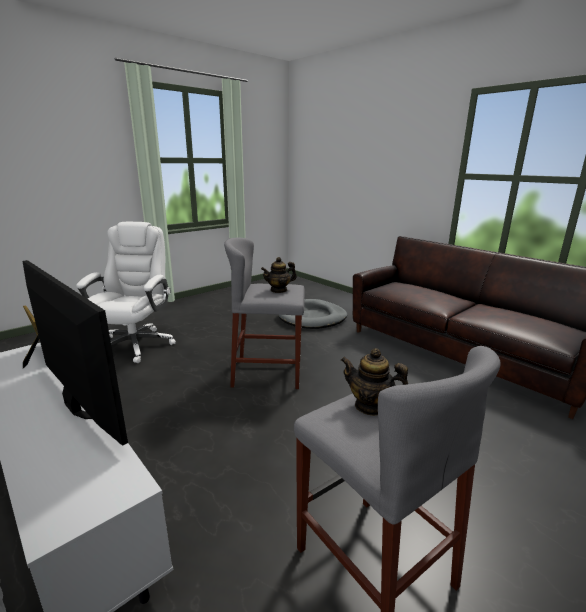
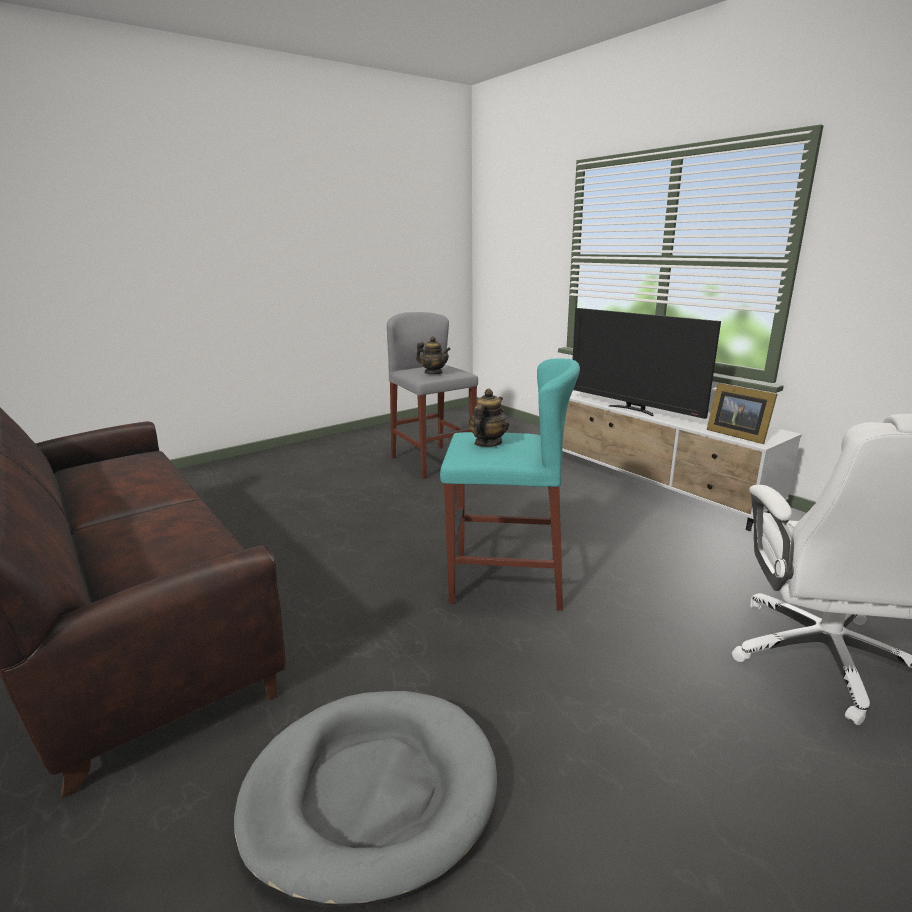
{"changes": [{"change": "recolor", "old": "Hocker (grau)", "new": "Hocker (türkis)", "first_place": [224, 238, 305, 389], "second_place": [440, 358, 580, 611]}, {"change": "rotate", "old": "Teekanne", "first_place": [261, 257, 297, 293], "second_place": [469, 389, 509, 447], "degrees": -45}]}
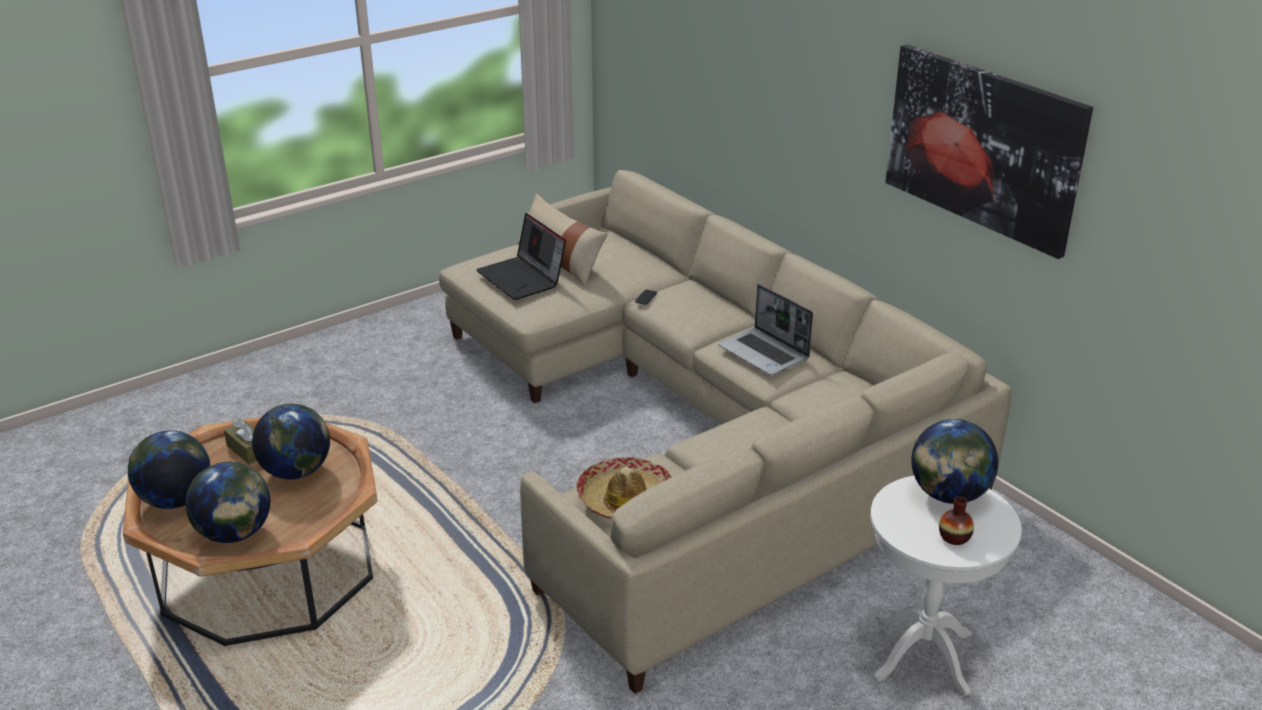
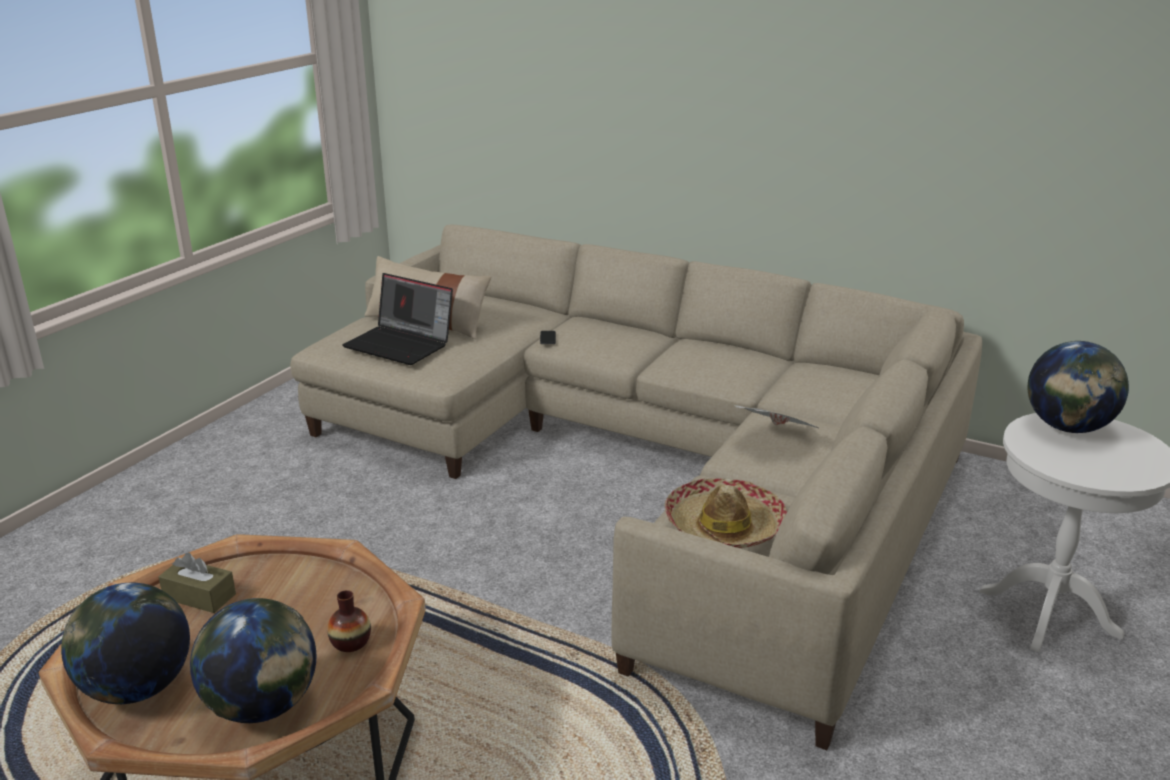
{"changes": [{"change": "move", "old": "Vase", "first_place": [939, 497, 974, 545], "second_place": [327, 590, 371, 652]}, {"change": "insert", "new": "Zeitung", "second_place": [734, 405, 820, 429]}, {"change": "delete", "old": "Globus", "first_place": [252, 404, 330, 480]}, {"change": "delete", "old": "Laptop", "first_place": [718, 284, 813, 375]}, {"change": "delete", "old": "Bild", "first_place": [885, 44, 1093, 259]}]}
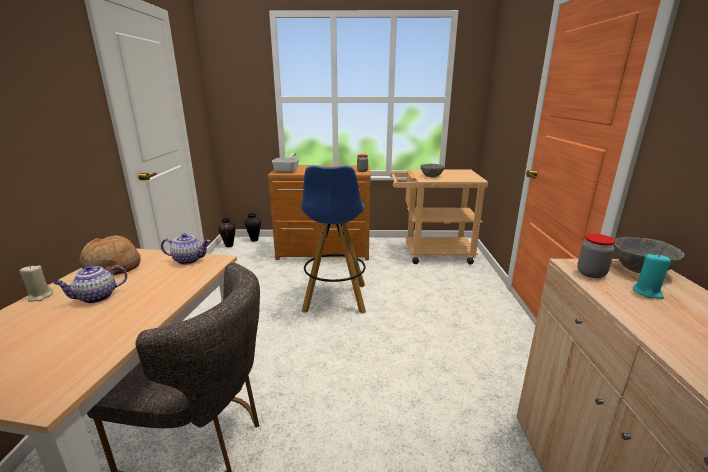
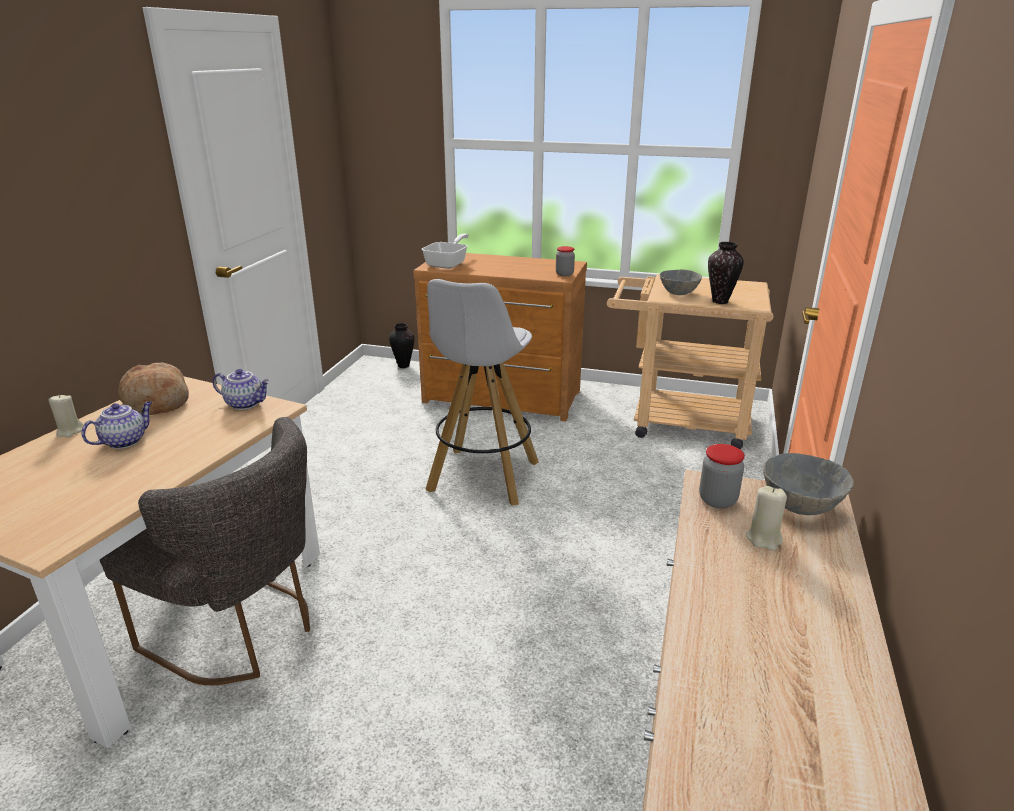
{"changes": [{"change": "rotate", "old": "Teekanne", "first_place": [53, 265, 127, 303], "second_place": [81, 401, 152, 449], "degrees": 150}, {"change": "recolor", "old": "Hocker (blau)", "new": "Hocker (weiß)", "first_place": [301, 165, 366, 313], "second_place": [425, 279, 539, 506]}, {"change": "move", "old": "Vase", "first_place": [218, 218, 236, 247], "second_place": [708, 242, 744, 304]}, {"change": "recolor", "old": "Kerze (türkis)", "new": "Kerze (beige)", "first_place": [633, 253, 671, 299], "second_place": [746, 486, 787, 551]}]}
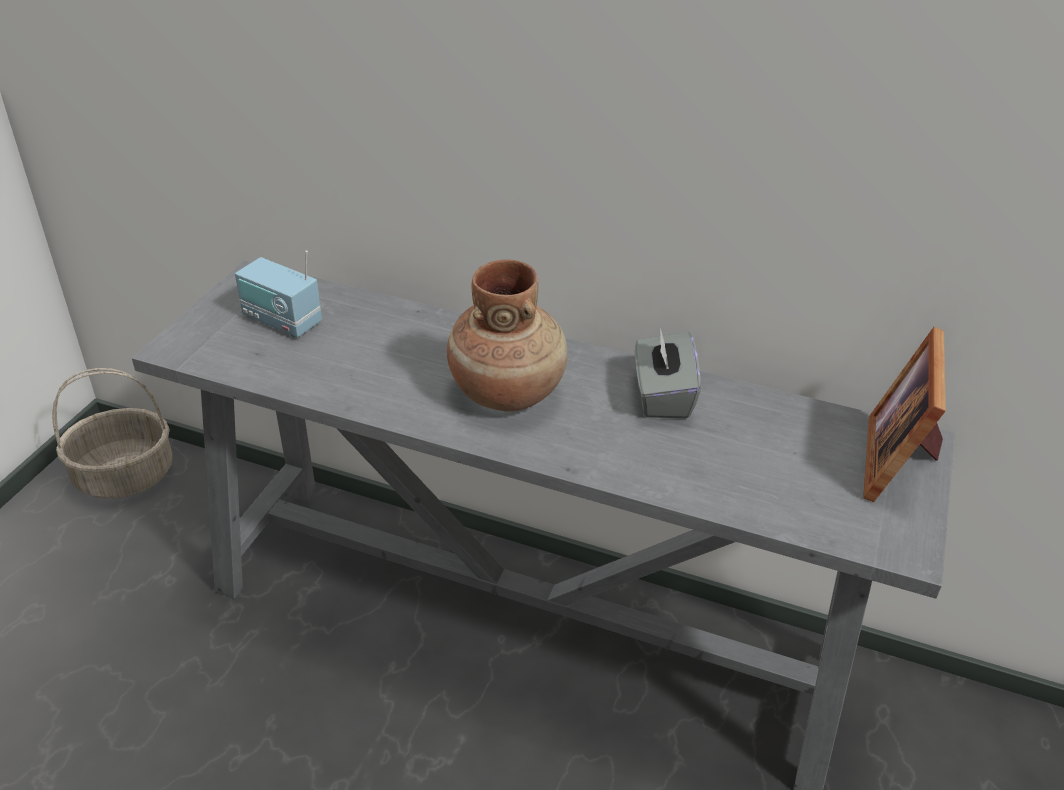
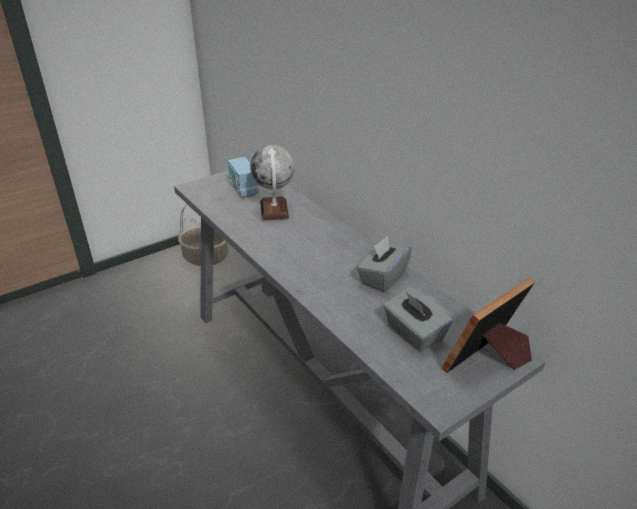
{"changes": [{"change": "insert", "new": "Globus", "second_place": [250, 145, 294, 221]}, {"change": "insert", "new": "Taschentuchbox (grau)", "second_place": [383, 286, 453, 351]}, {"change": "delete", "old": "Vase (braun)", "first_place": [447, 259, 568, 411]}]}
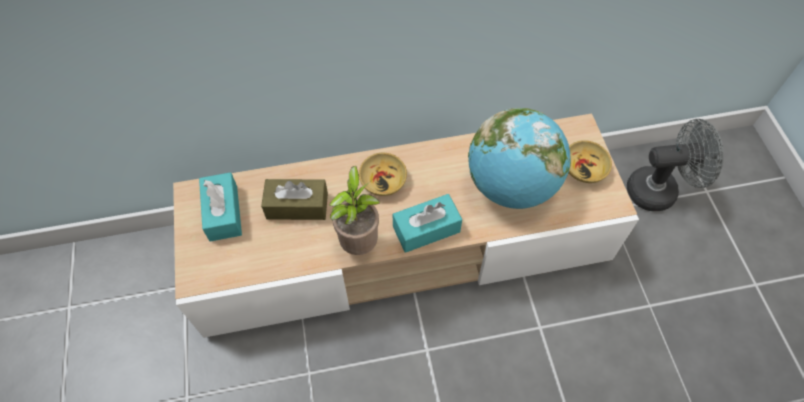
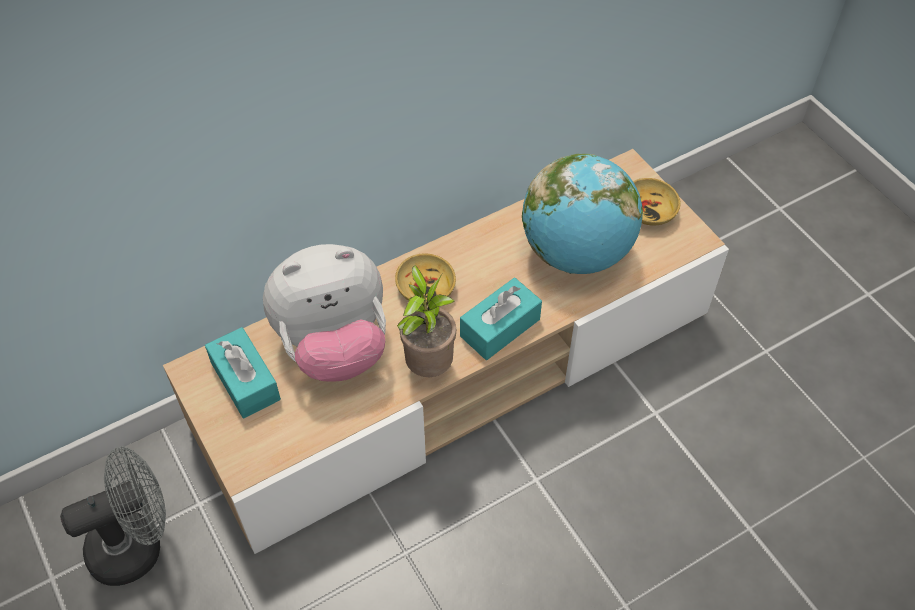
{"changes": [{"change": "move", "old": "Ventilator (grau)", "first_place": [627, 119, 724, 211], "second_place": [60, 447, 166, 586]}, {"change": "replace", "old": "Taschentuchbox (braun)", "new": "Plüschtier", "first_place": [261, 179, 328, 220], "second_place": [263, 244, 386, 382]}]}
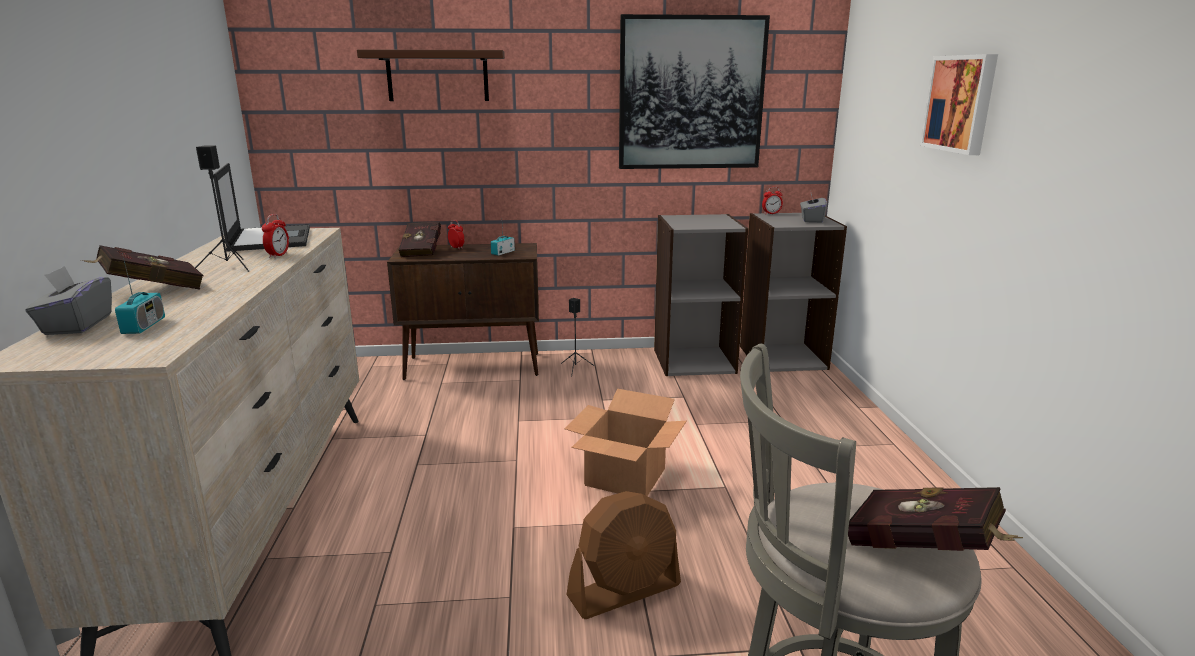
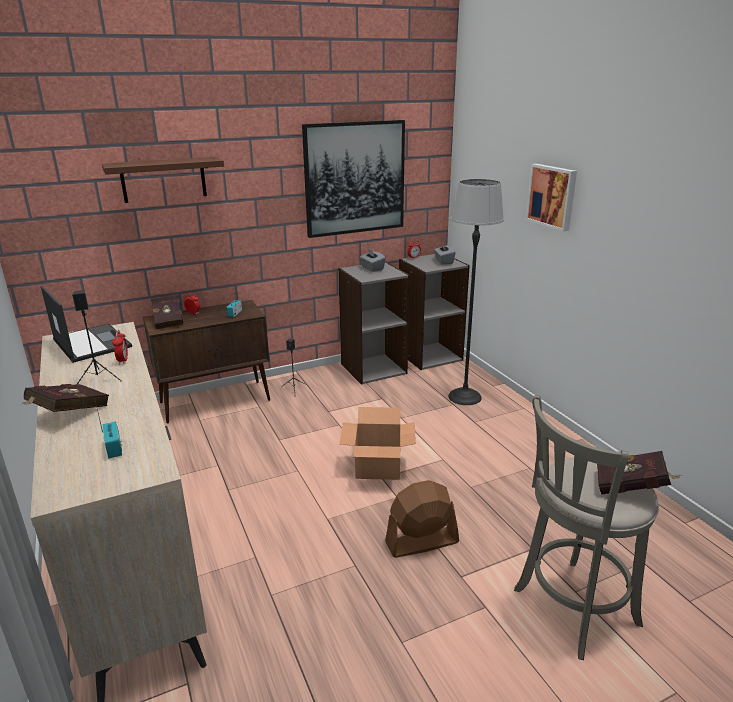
{"changes": [{"change": "move", "old": "Taschentuchbox (grau)", "first_place": [25, 266, 112, 335], "second_place": [360, 249, 386, 272]}, {"change": "rotate", "old": "Ventilator (braun)", "first_place": [566, 491, 681, 619], "second_place": [385, 480, 459, 558], "degrees": -150}, {"change": "insert", "new": "Stehlampe", "second_place": [448, 179, 504, 405]}]}
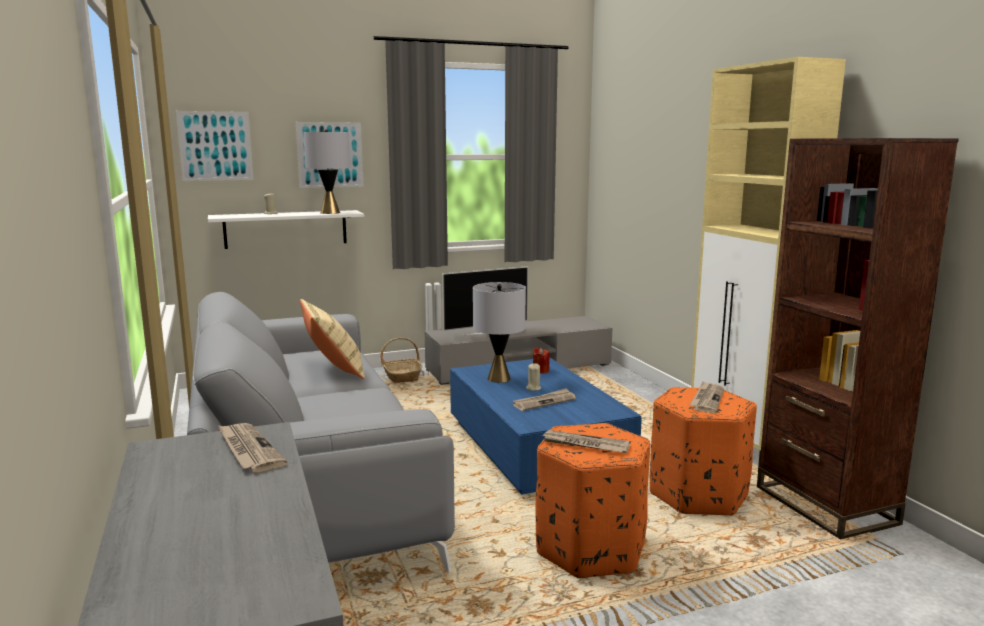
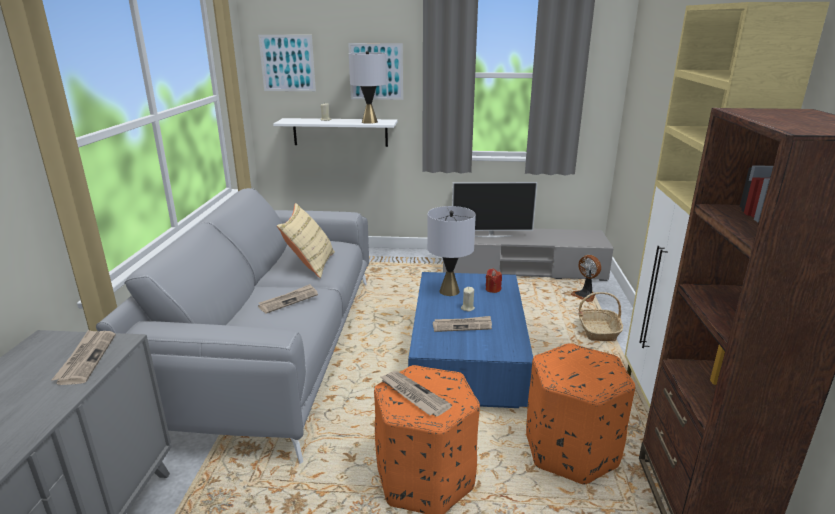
{"changes": [{"change": "move", "old": "Zeitung", "first_place": [690, 381, 724, 413], "second_place": [258, 284, 318, 314]}, {"change": "insert", "new": "Ventilator", "second_place": [571, 255, 601, 302]}, {"change": "move", "old": "Korb", "first_place": [380, 338, 422, 383], "second_place": [579, 292, 623, 341]}]}
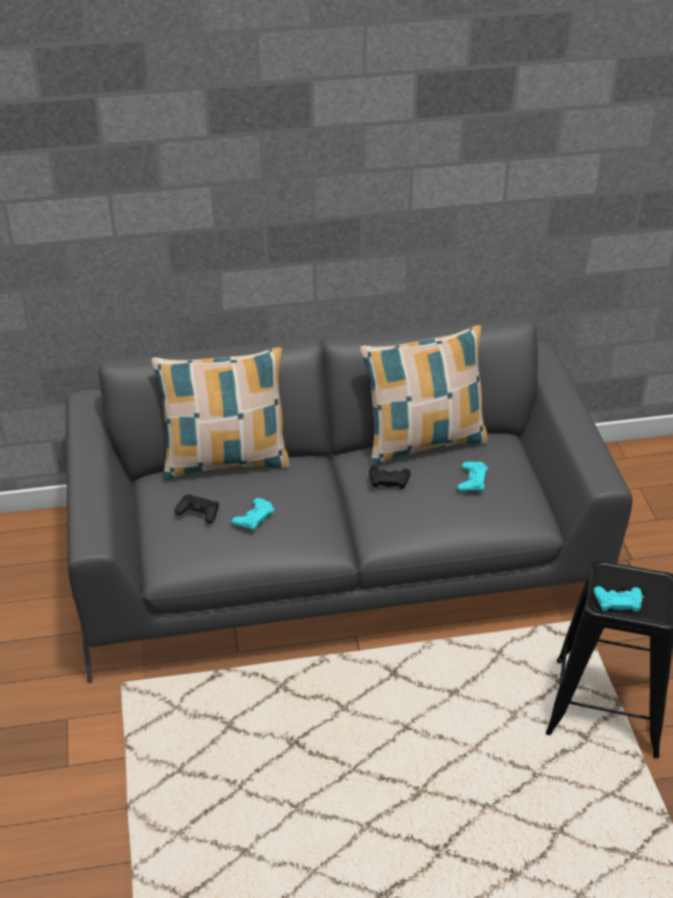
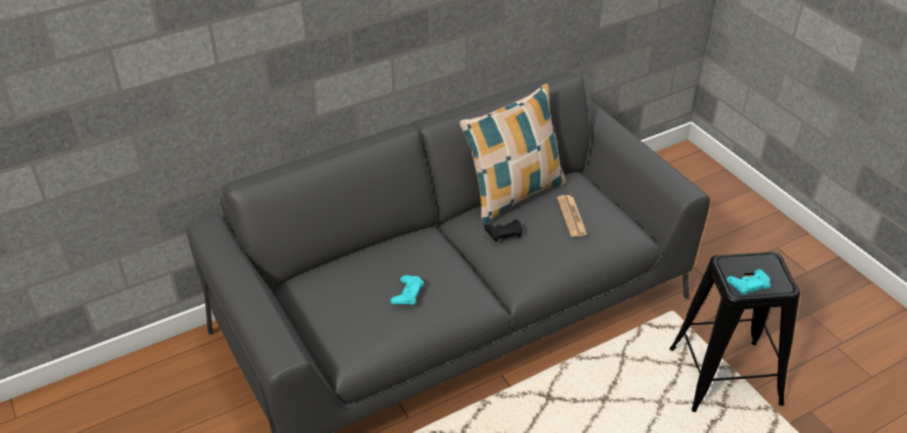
{"changes": [{"change": "replace", "old": "Gamepad (türkis)", "new": "Zeitung", "first_place": [457, 462, 488, 491], "second_place": [557, 195, 587, 237]}, {"change": "delete", "old": "Kissen", "first_place": [151, 347, 289, 480]}, {"change": "delete", "old": "Gamepad (schwarz)", "first_place": [174, 494, 219, 524]}]}
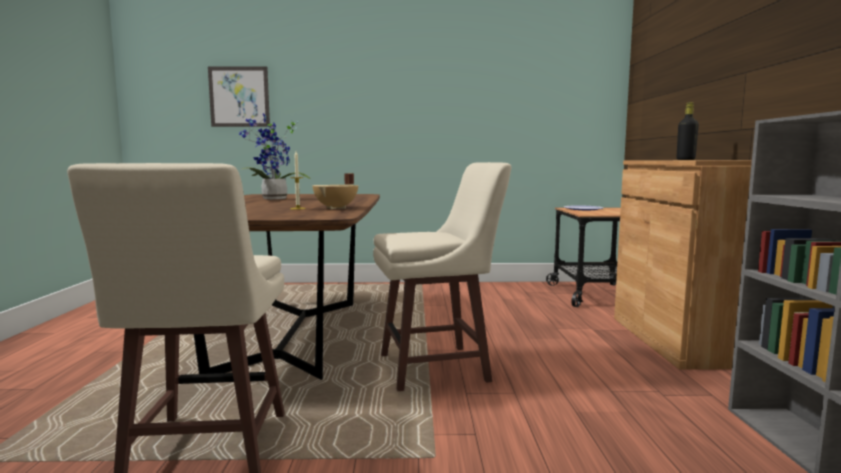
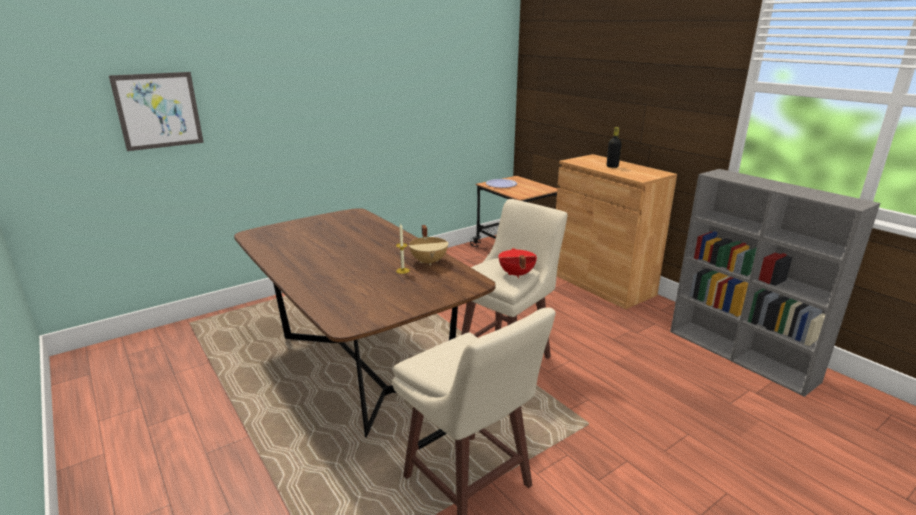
{"changes": [{"change": "insert", "new": "Kochtopf (rot)", "second_place": [498, 248, 537, 278]}, {"change": "delete", "old": "Topfpflanze", "first_place": [239, 113, 311, 199]}]}
